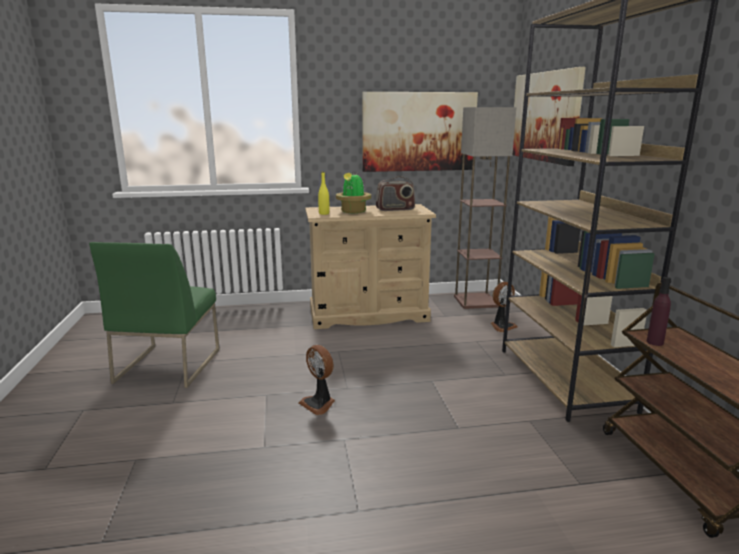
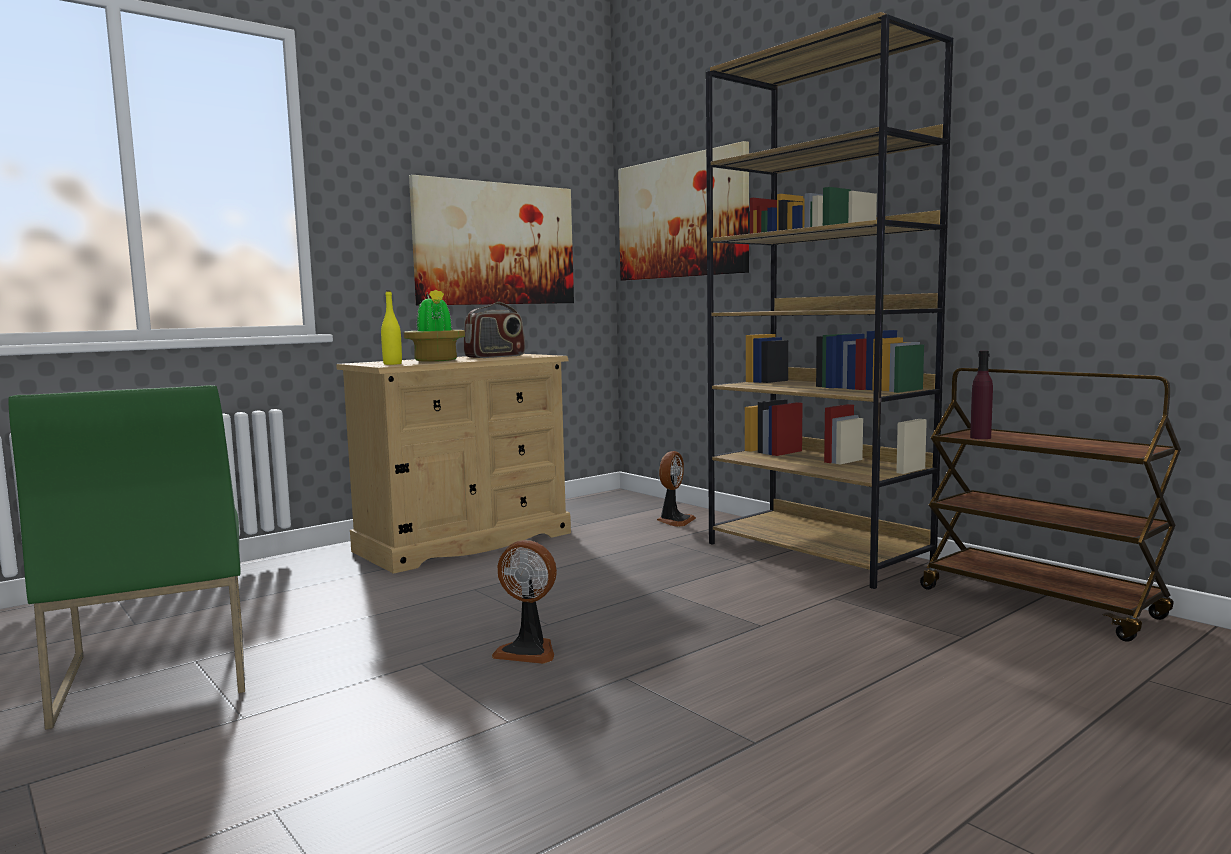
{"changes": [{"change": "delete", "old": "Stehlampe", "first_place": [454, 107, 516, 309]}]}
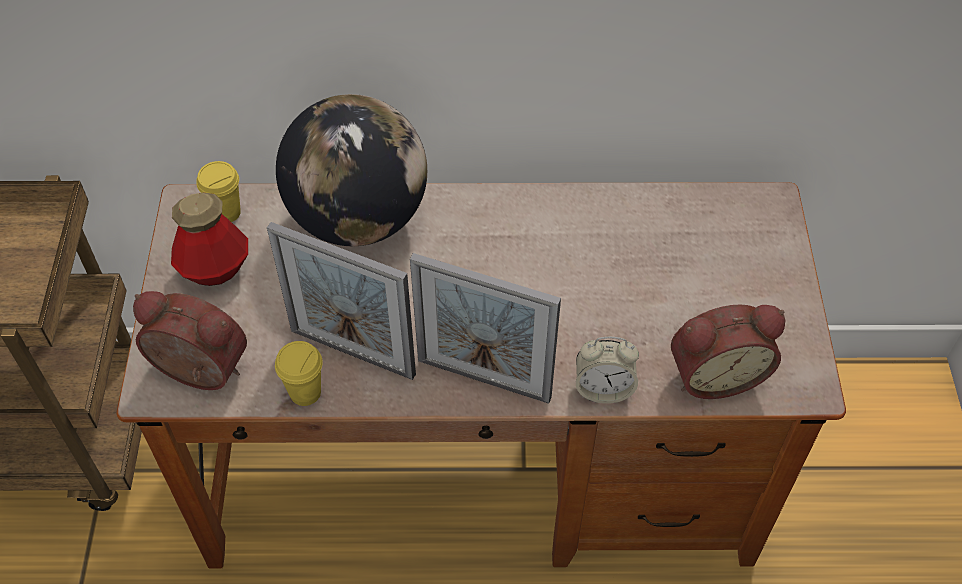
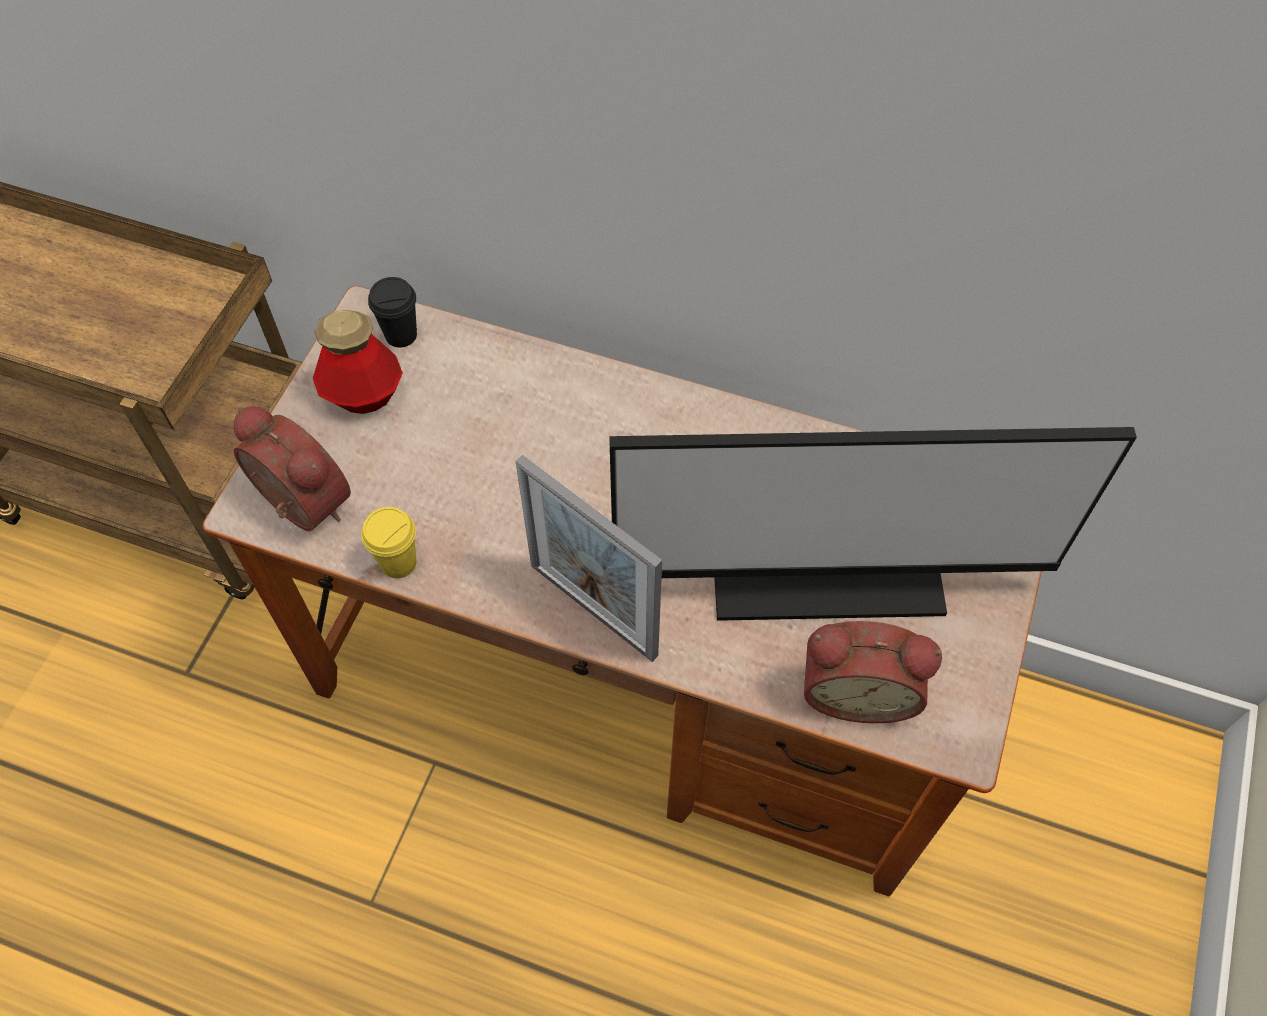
{"changes": [{"change": "recolor", "old": "Tasse (gelb)", "new": "Tasse (schwarz)", "first_place": [196, 161, 241, 222], "second_place": [368, 277, 417, 348]}, {"change": "insert", "new": "Monitor", "second_place": [609, 427, 1137, 621]}, {"change": "delete", "old": "Bilderrahmen", "first_place": [267, 222, 416, 380]}, {"change": "delete", "old": "Globus", "first_place": [276, 94, 427, 246]}, {"change": "delete", "old": "Wecker", "first_place": [576, 337, 639, 404]}]}
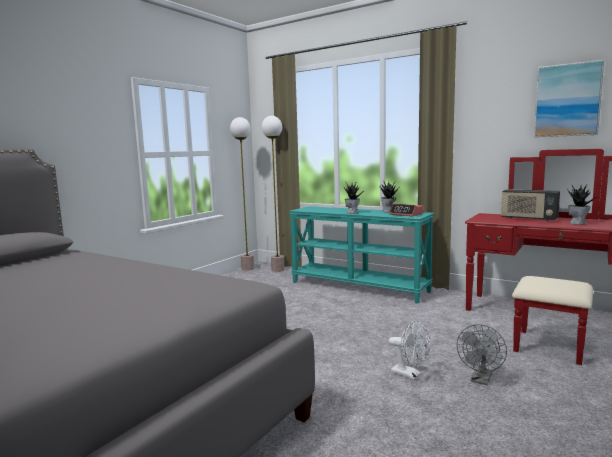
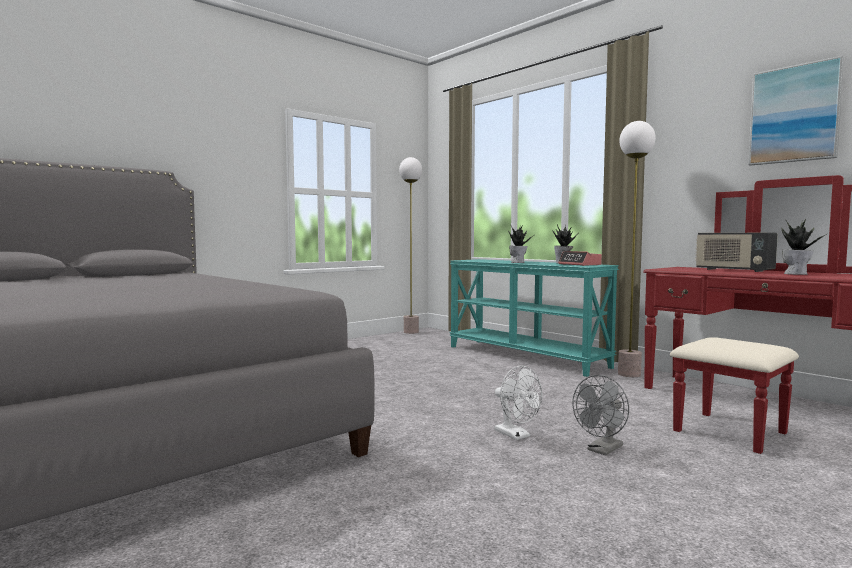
{"changes": [{"change": "move", "old": "Stehlampe", "first_place": [262, 116, 285, 272], "second_place": [618, 121, 656, 377]}]}
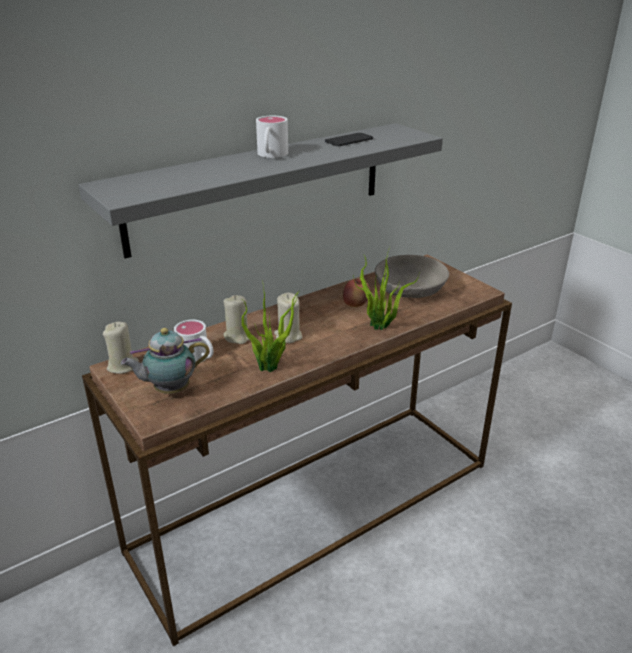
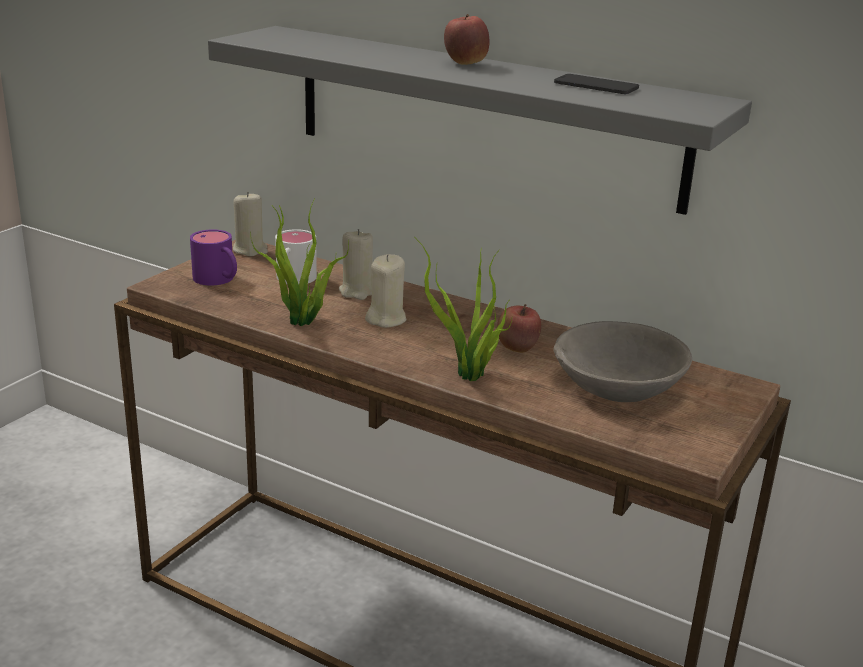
{"changes": [{"change": "replace", "old": "Teekanne", "new": "Henkelbecher (lila)", "first_place": [121, 328, 210, 394], "second_place": [190, 229, 237, 285]}, {"change": "replace", "old": "Henkelbecher (weiß)", "new": "Apfel", "first_place": [256, 116, 288, 158], "second_place": [444, 14, 490, 65]}]}
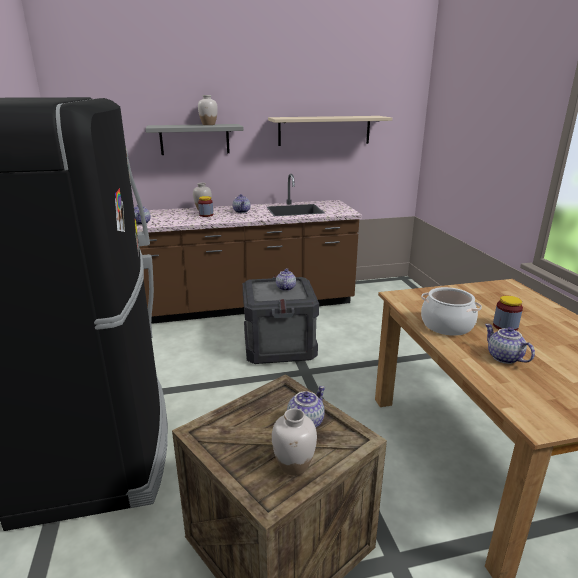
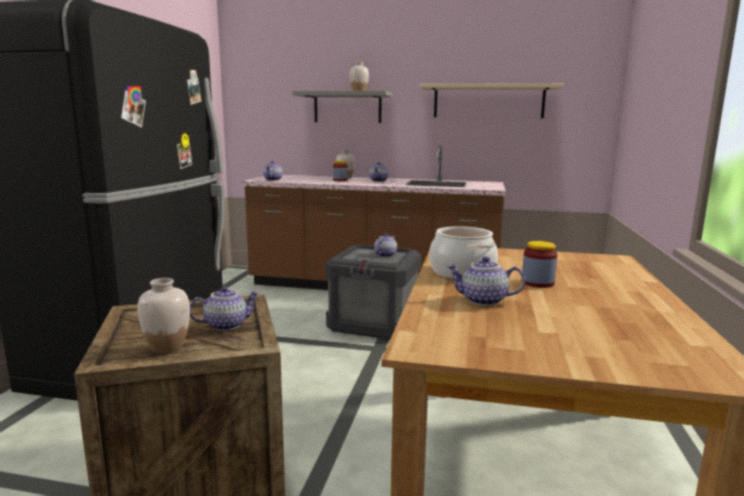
{"changes": [{"change": "rotate", "old": "Teekanne", "first_place": [485, 324, 535, 364], "second_place": [447, 257, 525, 306], "degrees": -75}]}
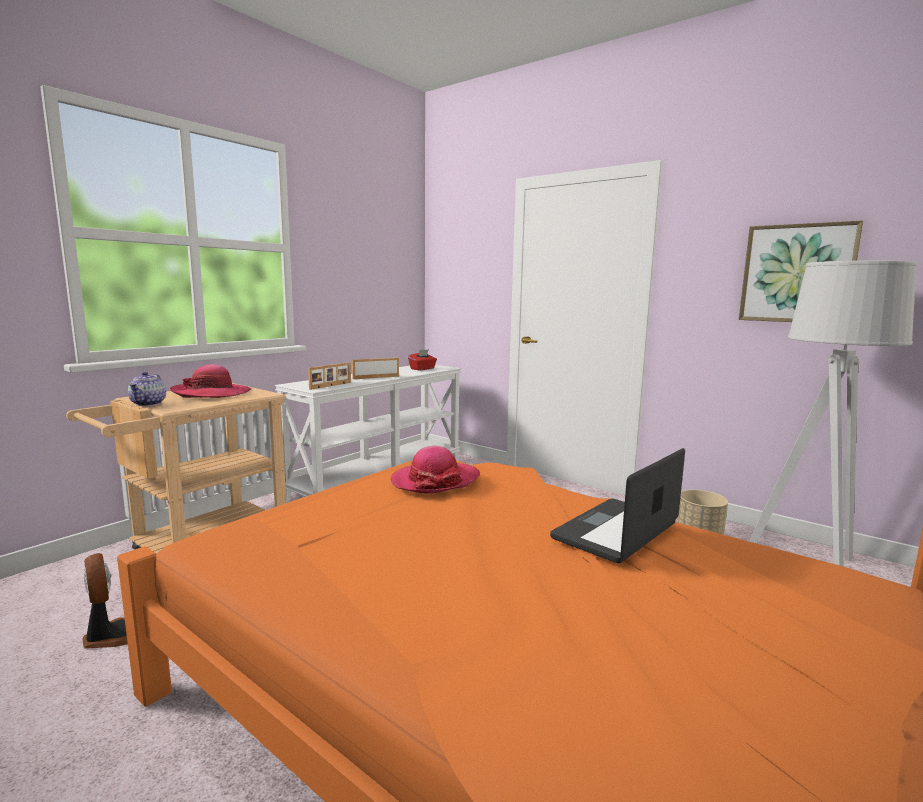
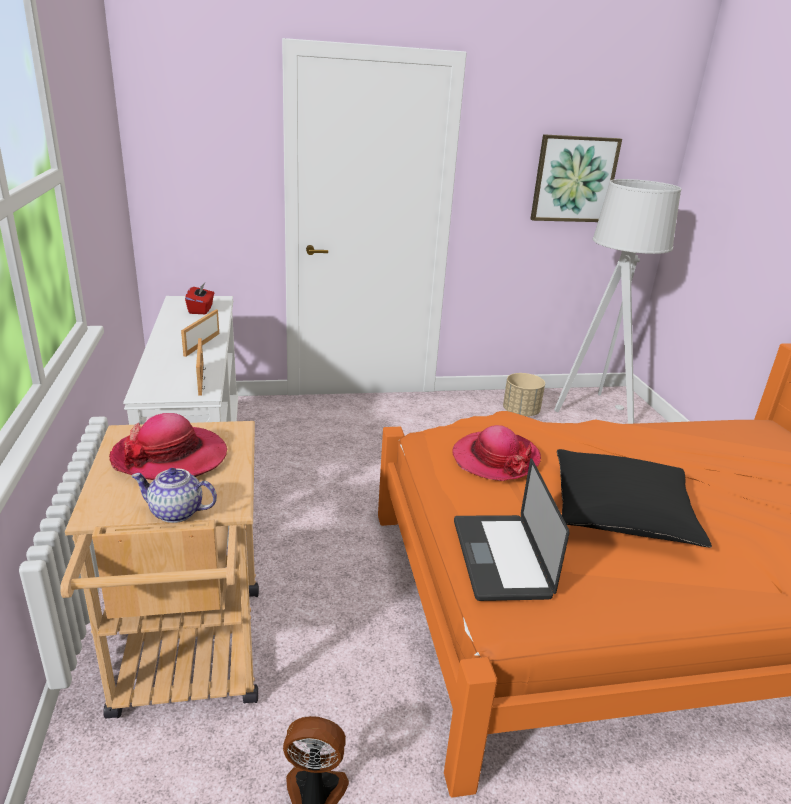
{"changes": [{"change": "rotate", "old": "Teekanne", "first_place": [128, 372, 166, 406], "second_place": [131, 468, 217, 523], "degrees": 150}, {"change": "move", "old": "Laptop", "first_place": [550, 448, 685, 563], "second_place": [454, 458, 570, 601]}, {"change": "insert", "new": "Kissen (schwarz)", "second_place": [557, 449, 712, 548]}]}
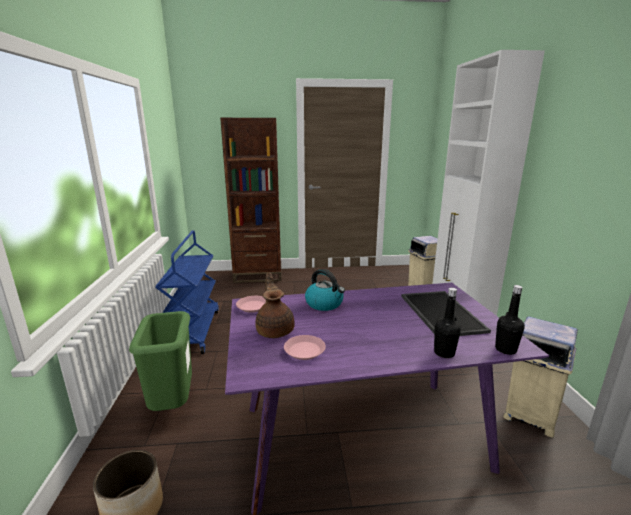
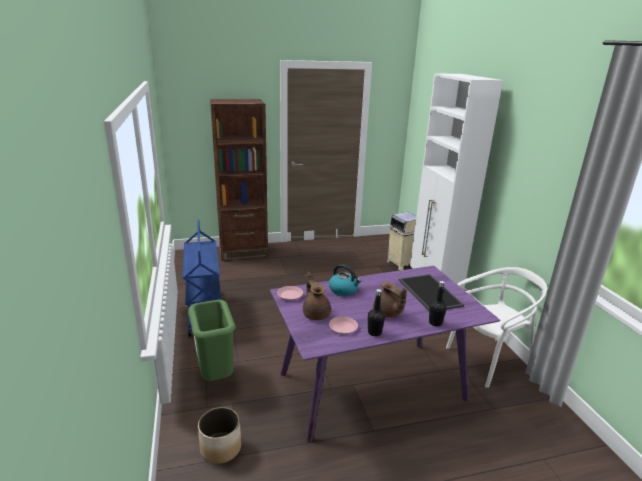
{"changes": [{"change": "move", "old": "Flasche (schwarz)", "first_place": [495, 285, 525, 355], "second_place": [368, 289, 385, 336]}, {"change": "insert", "new": "Teekanne (braun)", "second_place": [373, 282, 407, 318]}, {"change": "replace", "old": "Mülleimer (beige)", "new": "Stuhl (weiß)", "first_place": [503, 317, 578, 438], "second_place": [446, 267, 547, 388]}]}
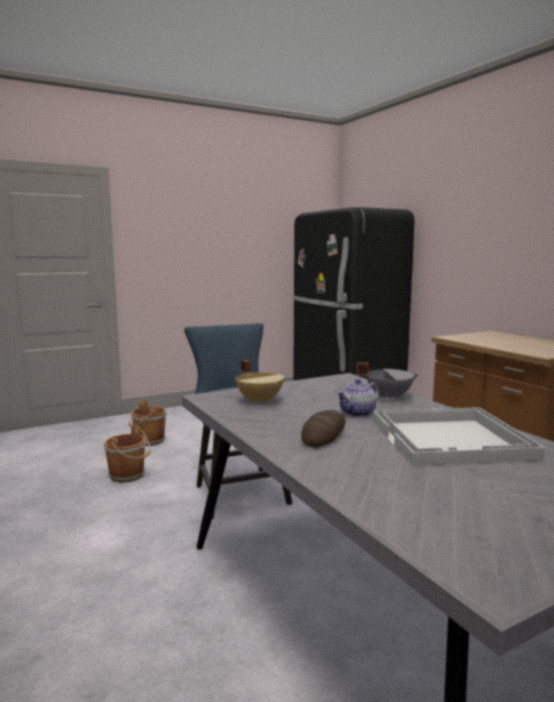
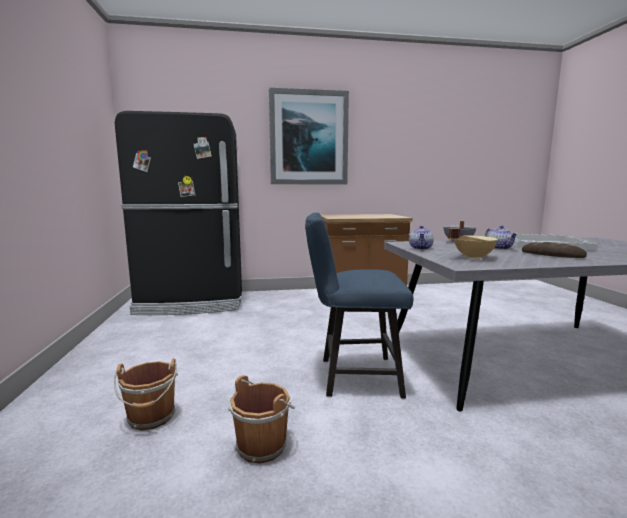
{"changes": [{"change": "insert", "new": "Bild", "second_place": [269, 88, 349, 184]}, {"change": "insert", "new": "Teekanne", "second_place": [409, 225, 434, 250]}]}
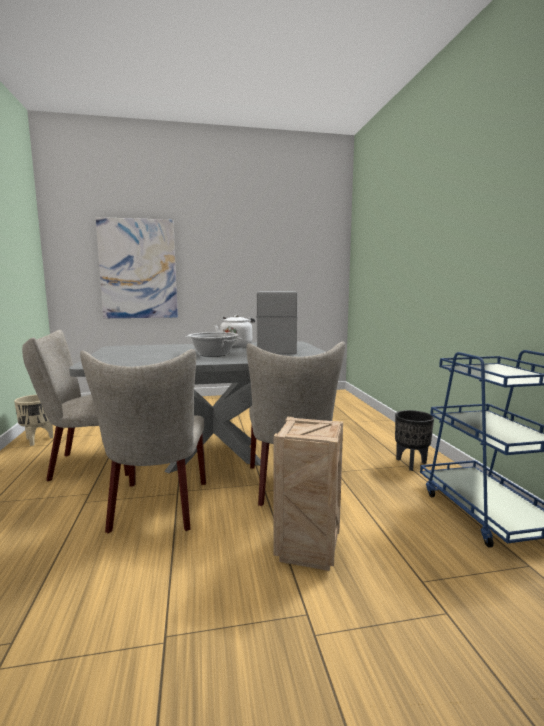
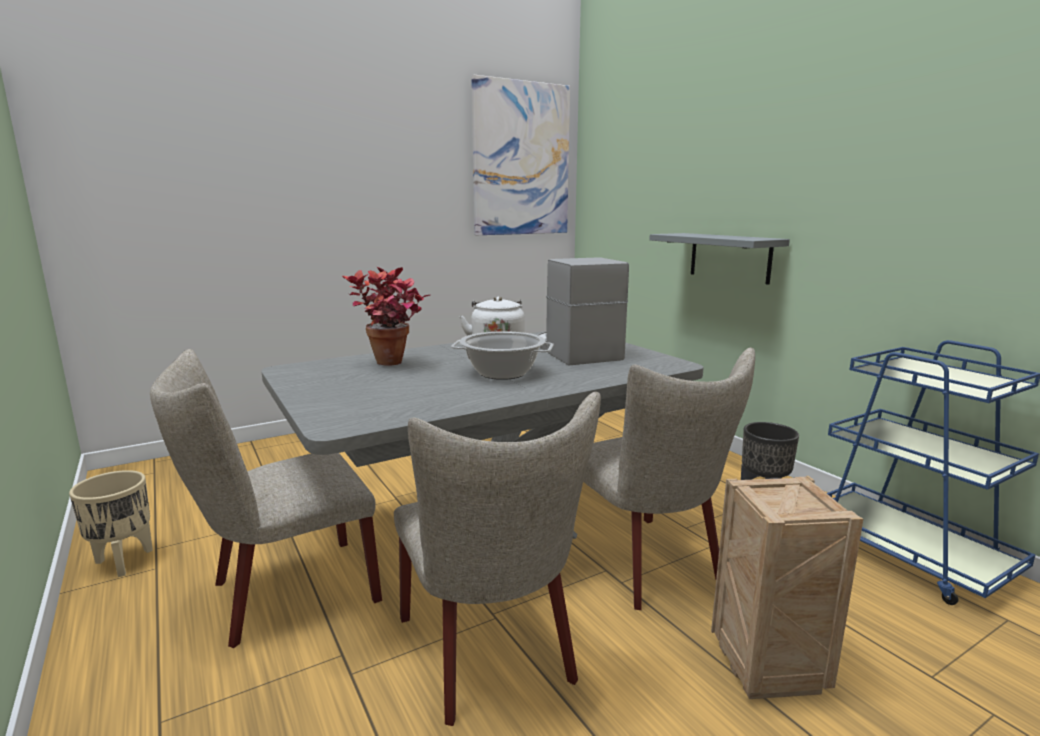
{"changes": [{"change": "insert", "new": "Topfpflanze", "second_place": [342, 267, 430, 365]}, {"change": "move", "old": "Bild", "first_place": [96, 217, 178, 318], "second_place": [471, 75, 570, 235]}, {"change": "insert", "new": "Wandregal (grau)", "second_place": [649, 233, 790, 285]}]}
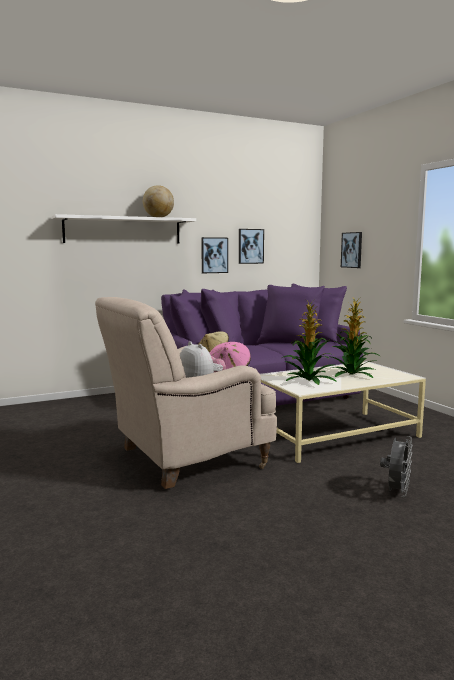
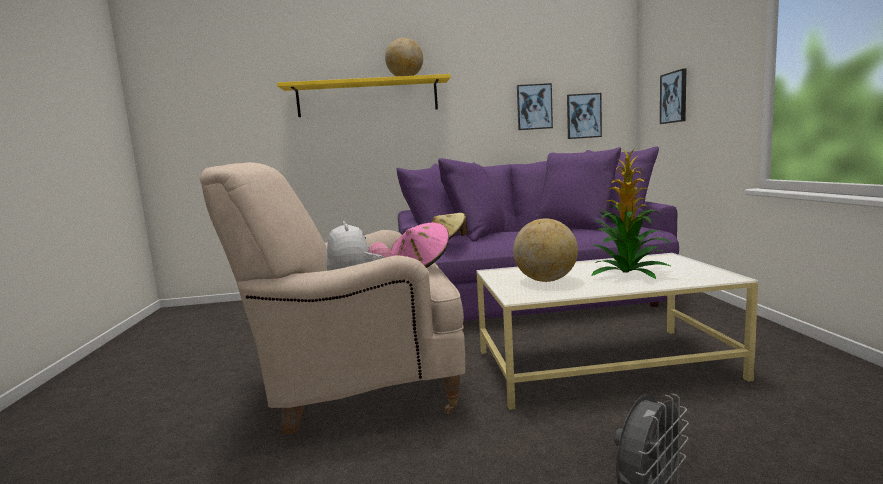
{"changes": [{"change": "recolor", "old": "Wandregal (weiß)", "new": "Wandregal (gelb)", "first_place": [51, 214, 196, 244], "second_place": [277, 74, 451, 117]}, {"change": "replace", "old": "Topfpflanze", "new": "Globus", "first_place": [282, 301, 337, 385], "second_place": [513, 218, 578, 282]}, {"change": "move", "old": "Bild", "first_place": [201, 237, 228, 273], "second_place": [567, 93, 602, 139]}]}
